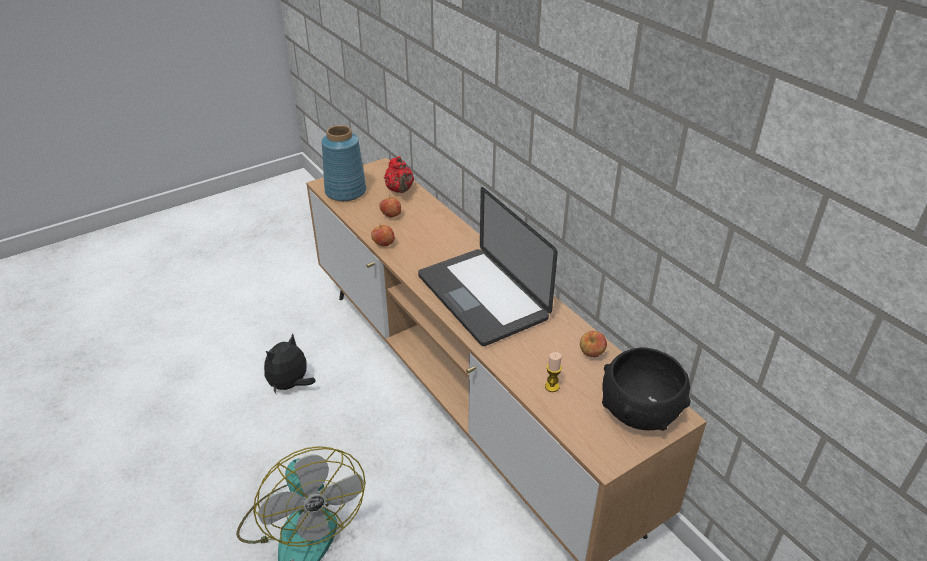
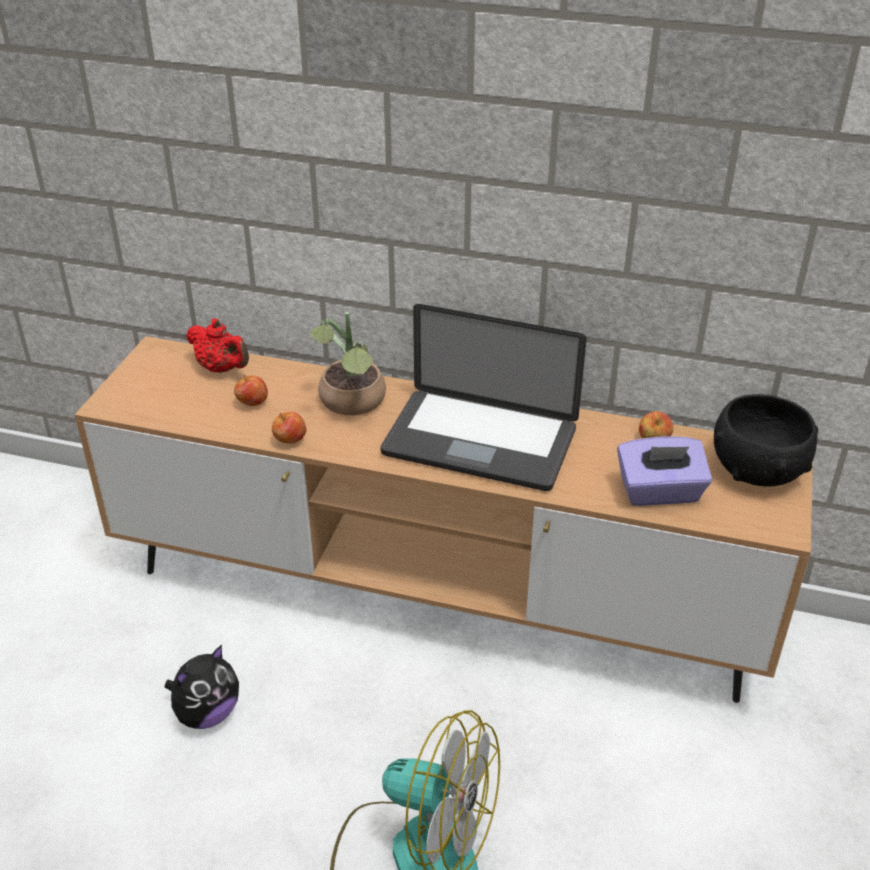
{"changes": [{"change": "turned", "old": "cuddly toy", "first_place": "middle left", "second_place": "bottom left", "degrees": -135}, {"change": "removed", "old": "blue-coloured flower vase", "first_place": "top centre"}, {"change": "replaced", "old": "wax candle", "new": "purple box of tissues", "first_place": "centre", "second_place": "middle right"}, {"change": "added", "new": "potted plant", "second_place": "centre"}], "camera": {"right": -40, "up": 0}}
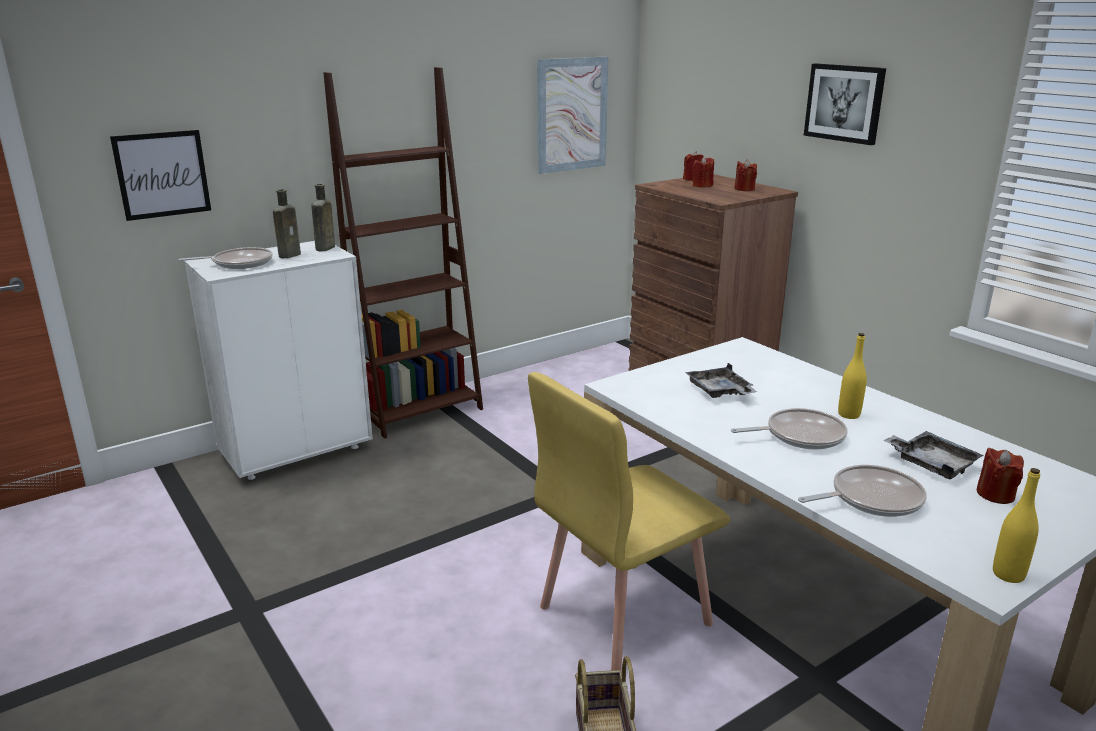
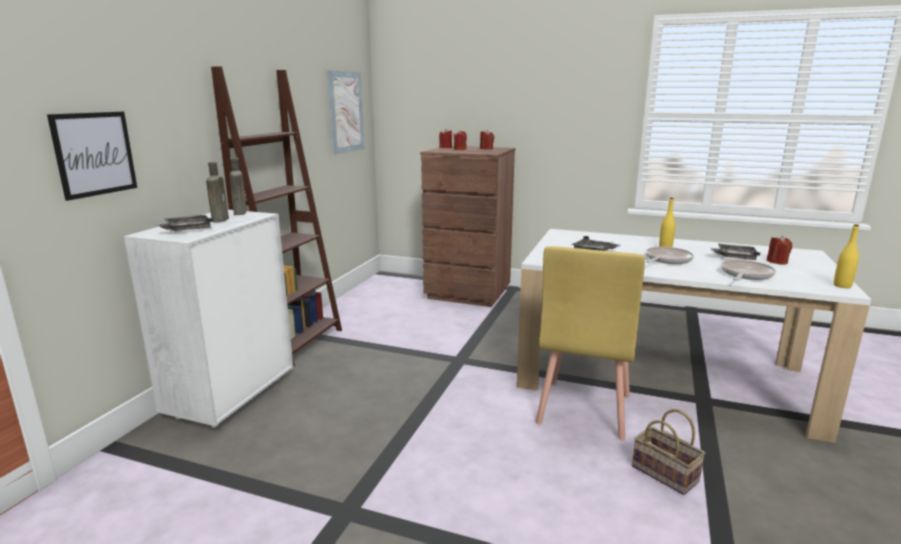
{"changes": [{"change": "replaced", "old": "pan (1st from left)", "new": "greyish serving tray (1st from left)", "first_place": "middle left", "second_place": "middle left"}, {"change": "removed", "old": "picture (3rd from left)", "first_place": "top right"}], "camera": {"right": -35, "up": -5}}
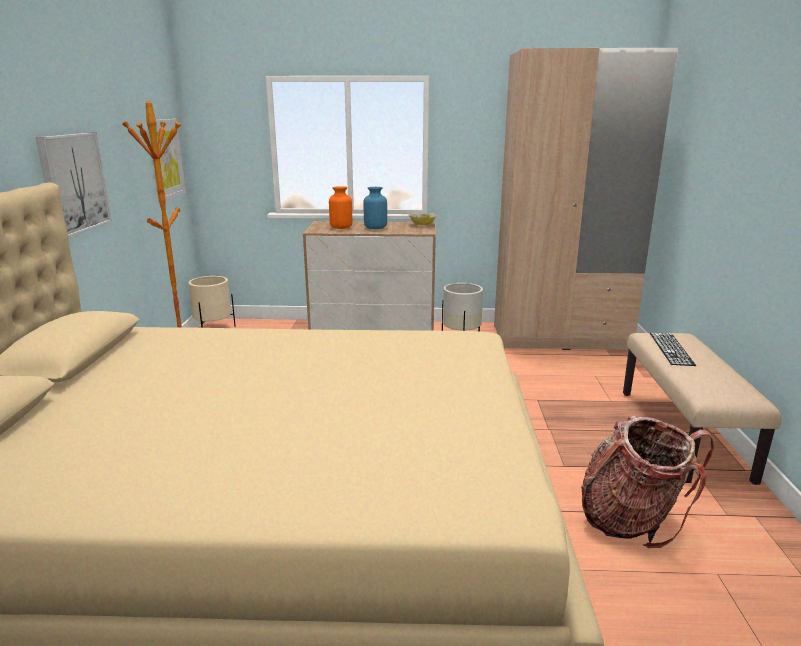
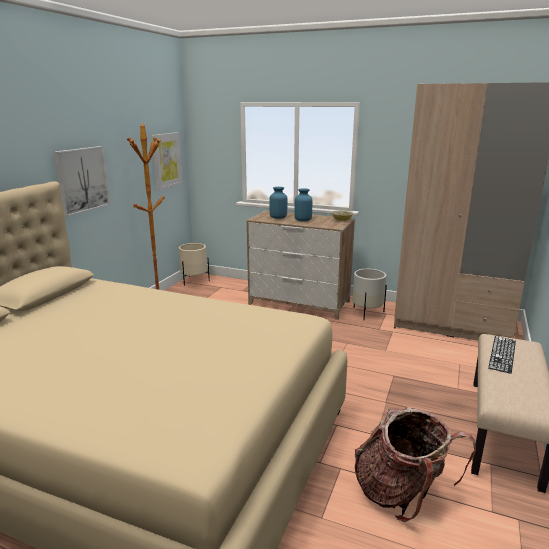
{"changes": [{"change": "recoloured", "old": "orangey flower vase", "new": "blue-coloured flower vase (1st from left)", "first_place": "top centre", "second_place": "centre"}], "camera": {"right": 20, "up": 0}}
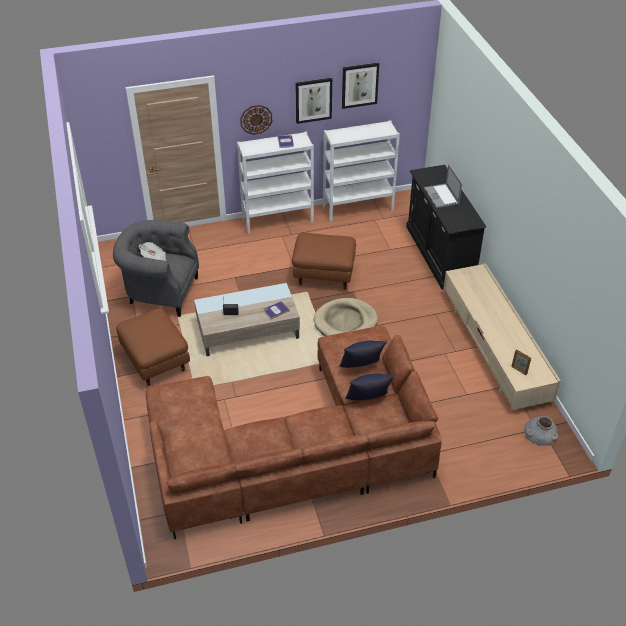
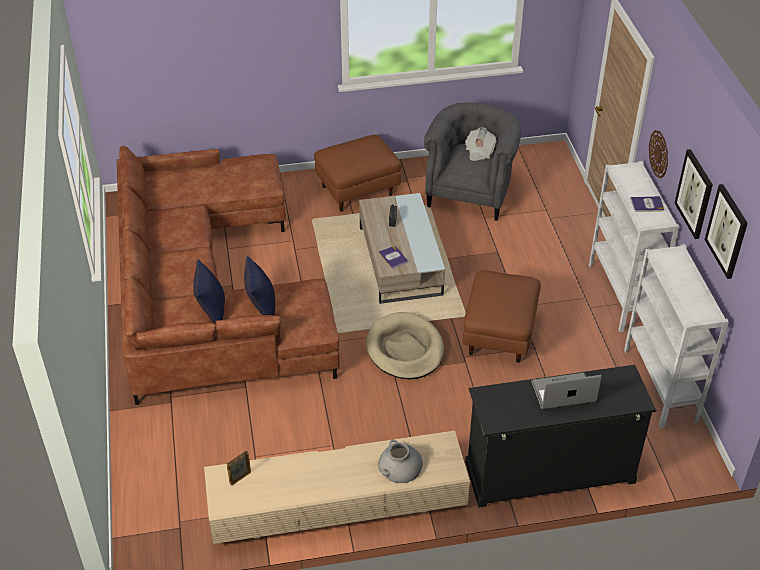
{"changes": [{"change": "moved", "old": "greyish flower vase", "first_place": "bottom right", "second_place": "bottom centre"}], "camera": {"right": 95, "up": 0}}
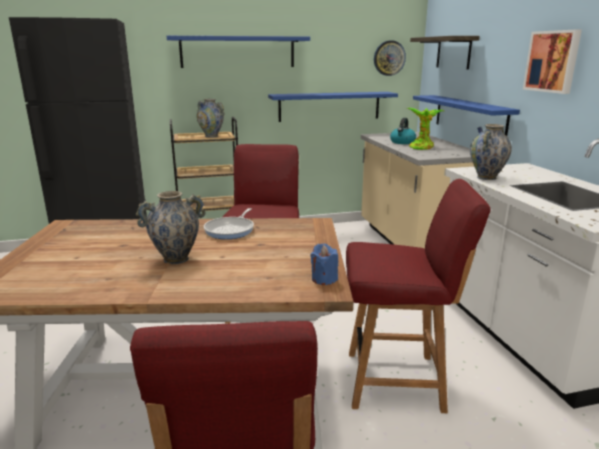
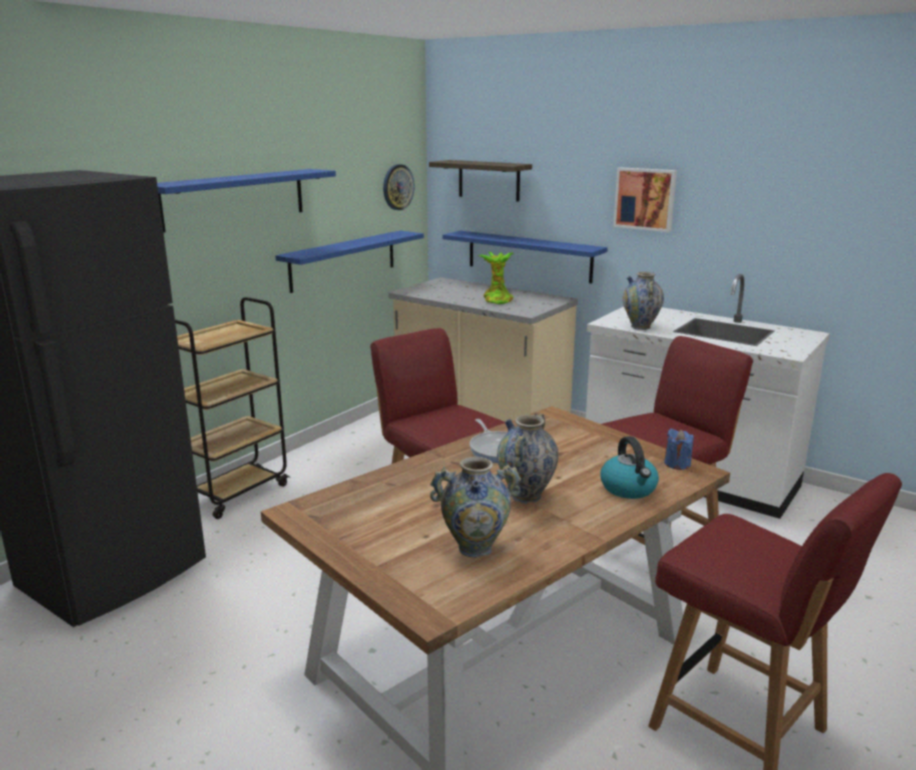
{"changes": [{"change": "moved", "old": "flower vase (2nd from left in the first image)", "new": "flower vase (1st from left)", "first_place": "top centre", "second_place": "centre"}, {"change": "moved", "old": "water kettle", "first_place": "top right", "second_place": "middle right"}], "camera": {"right": -40, "up": 0}}
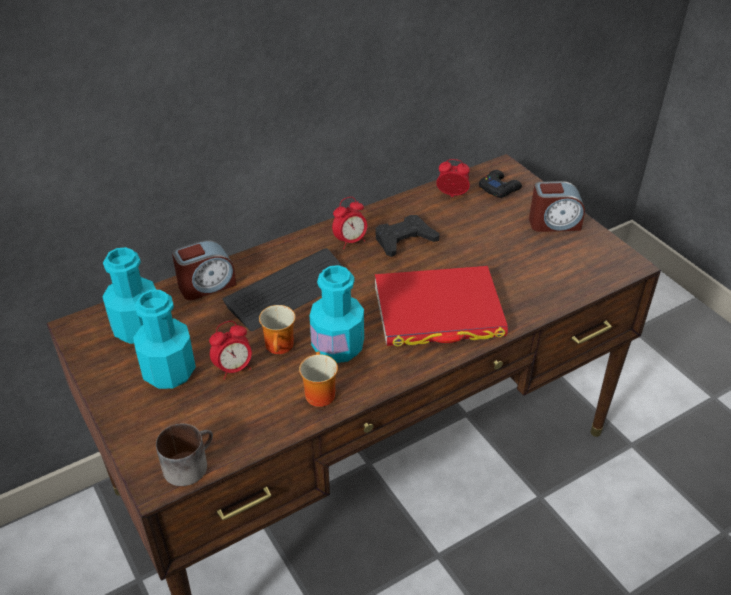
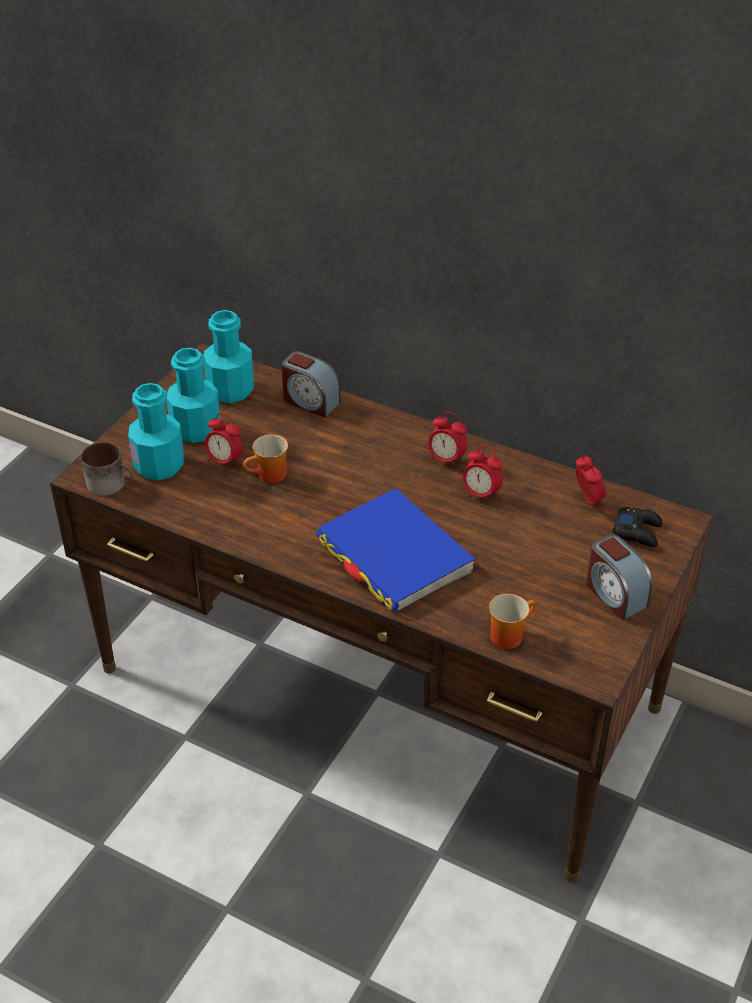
{"changes": [{"change": "removed", "old": "PC keyboard", "first_place": "centre"}, {"change": "moved", "old": "coffee mug (3rd from left)", "first_place": "centre", "second_place": "middle right"}, {"change": "moved", "old": "blue-green beverage bottle (3rd from left in the first image)", "new": "blue-green beverage bottle (1st from left)", "first_place": "centre", "second_place": "middle left"}, {"change": "recoloured", "old": "red-coloured bound book", "new": "blue-coloured bound book", "first_place": "centre", "second_place": "centre"}, {"change": "replaced", "old": "black gamepad (1st from left)", "new": "table clock (4th from left)", "first_place": "centre", "second_place": "centre"}], "camera": {"right": 60, "up": 0}}
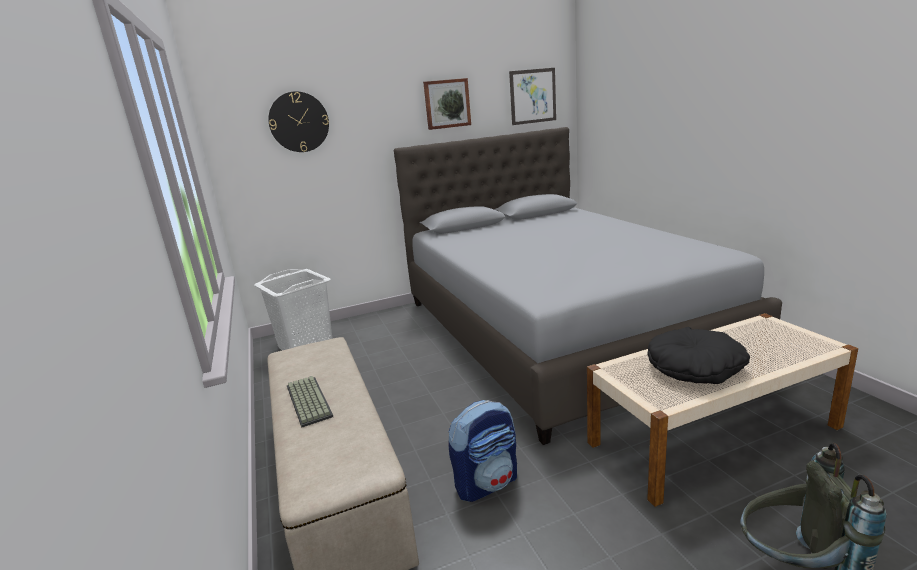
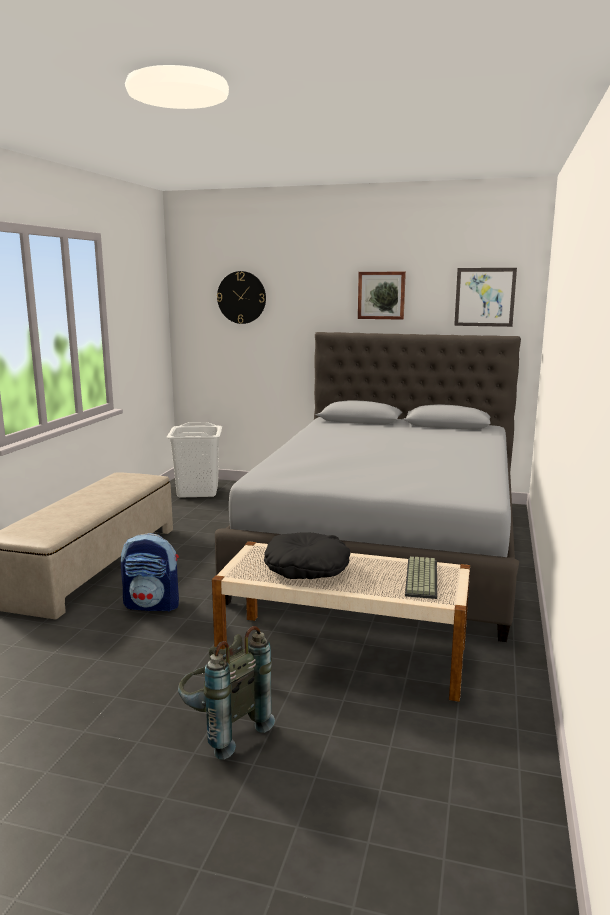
{"changes": [{"change": "moved", "old": "PC keyboard", "first_place": "bottom centre", "second_place": "middle right"}], "camera": {"right": 35, "up": -5}}
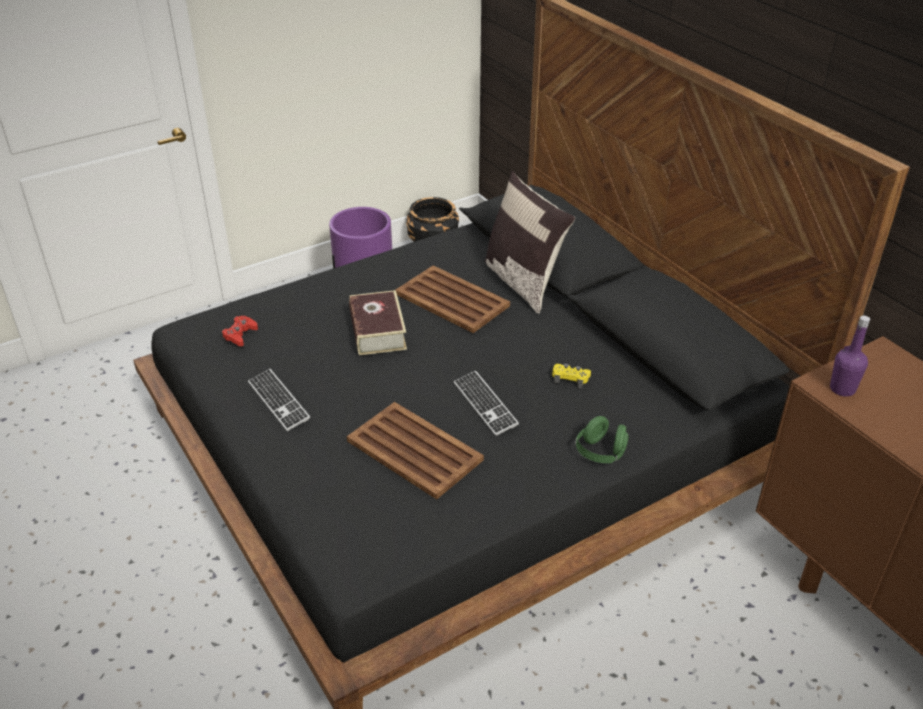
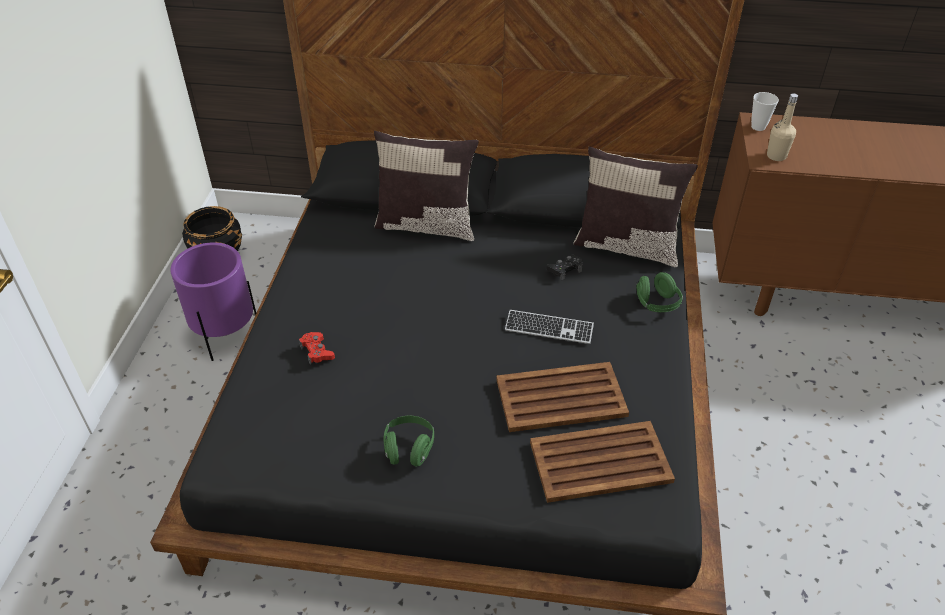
{"changes": [{"change": "moved", "old": "red-coloured gamepad", "first_place": "middle left", "second_place": "centre"}, {"change": "replaced", "old": "PC keyboard (1st from left)", "new": "greenish pair of headphones (1st from left)", "first_place": "middle left", "second_place": "bottom centre"}, {"change": "removed", "old": "bound book", "first_place": "centre"}, {"change": "moved", "old": "brown-coloured serving tray (2nd from left)", "first_place": "centre", "second_place": "bottom centre"}, {"change": "recoloured", "old": "yellowish gamepad", "new": "black gamepad", "first_place": "centre", "second_place": "centre"}, {"change": "recoloured", "old": "purple beverage bottle", "new": "sand-coloured beverage bottle", "first_place": "middle right", "second_place": "top right"}, {"change": "added", "new": "throw pillow (2nd from left)", "second_place": "middle right"}, {"change": "added", "new": "cup", "second_place": "top right"}], "camera": {"right": -50, "up": 5}}
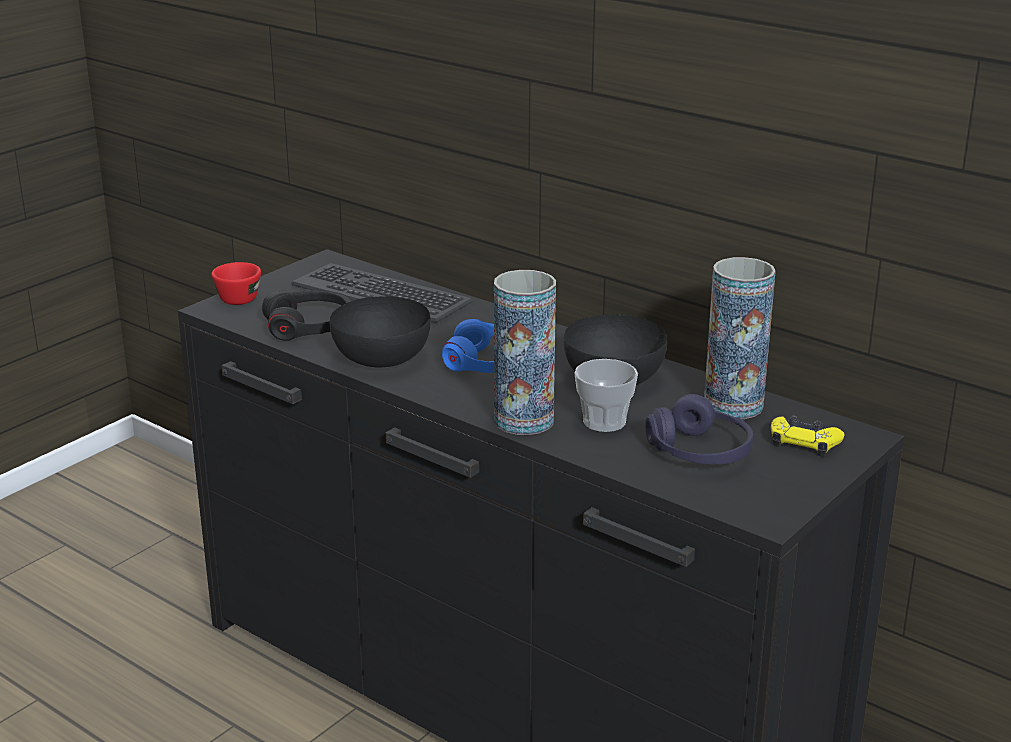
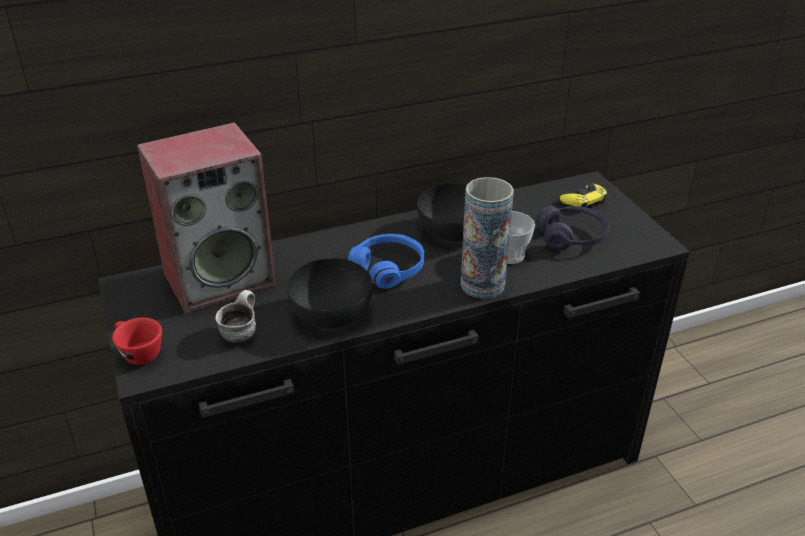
{"changes": [{"change": "replaced", "old": "black pair of headphones", "new": "coffee mug", "first_place": "middle left", "second_place": "middle left"}, {"change": "replaced", "old": "PC keyboard", "new": "loudspeaker", "first_place": "centre", "second_place": "middle left"}, {"change": "removed", "old": "flower vase (2nd from left)", "first_place": "middle right"}], "camera": {"right": -60, "up": 10}}
